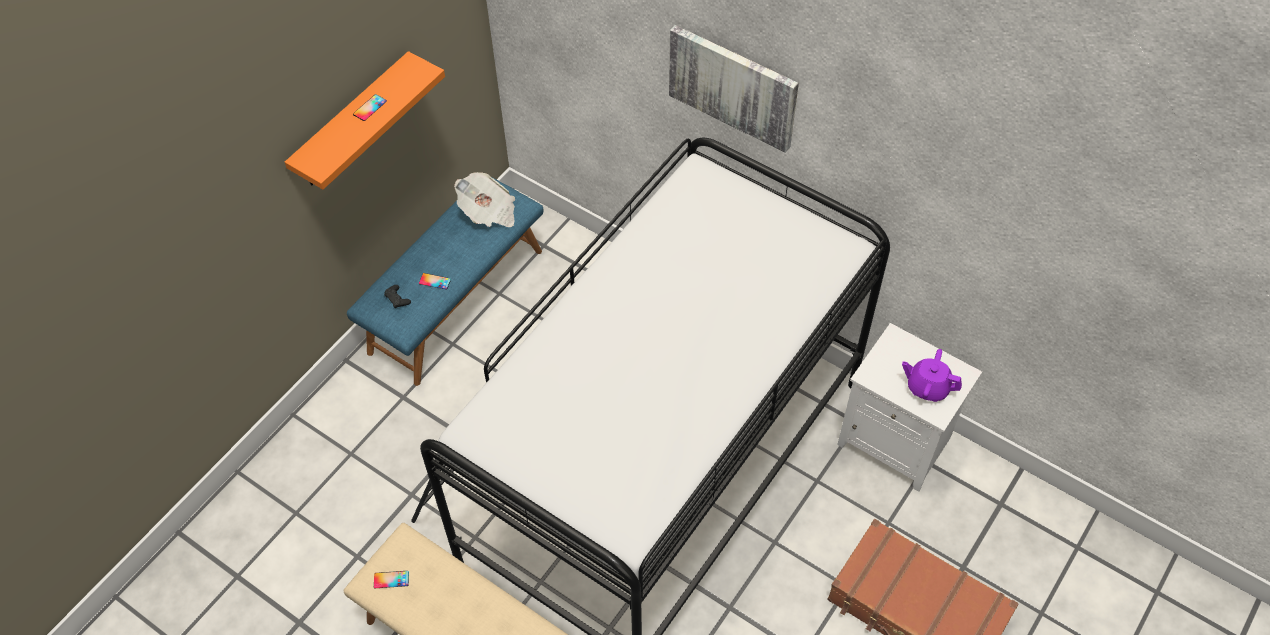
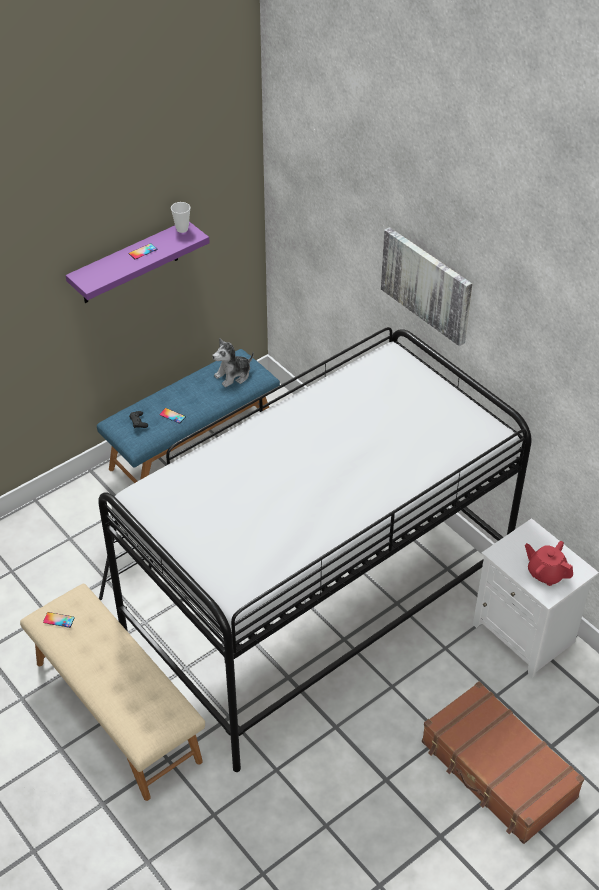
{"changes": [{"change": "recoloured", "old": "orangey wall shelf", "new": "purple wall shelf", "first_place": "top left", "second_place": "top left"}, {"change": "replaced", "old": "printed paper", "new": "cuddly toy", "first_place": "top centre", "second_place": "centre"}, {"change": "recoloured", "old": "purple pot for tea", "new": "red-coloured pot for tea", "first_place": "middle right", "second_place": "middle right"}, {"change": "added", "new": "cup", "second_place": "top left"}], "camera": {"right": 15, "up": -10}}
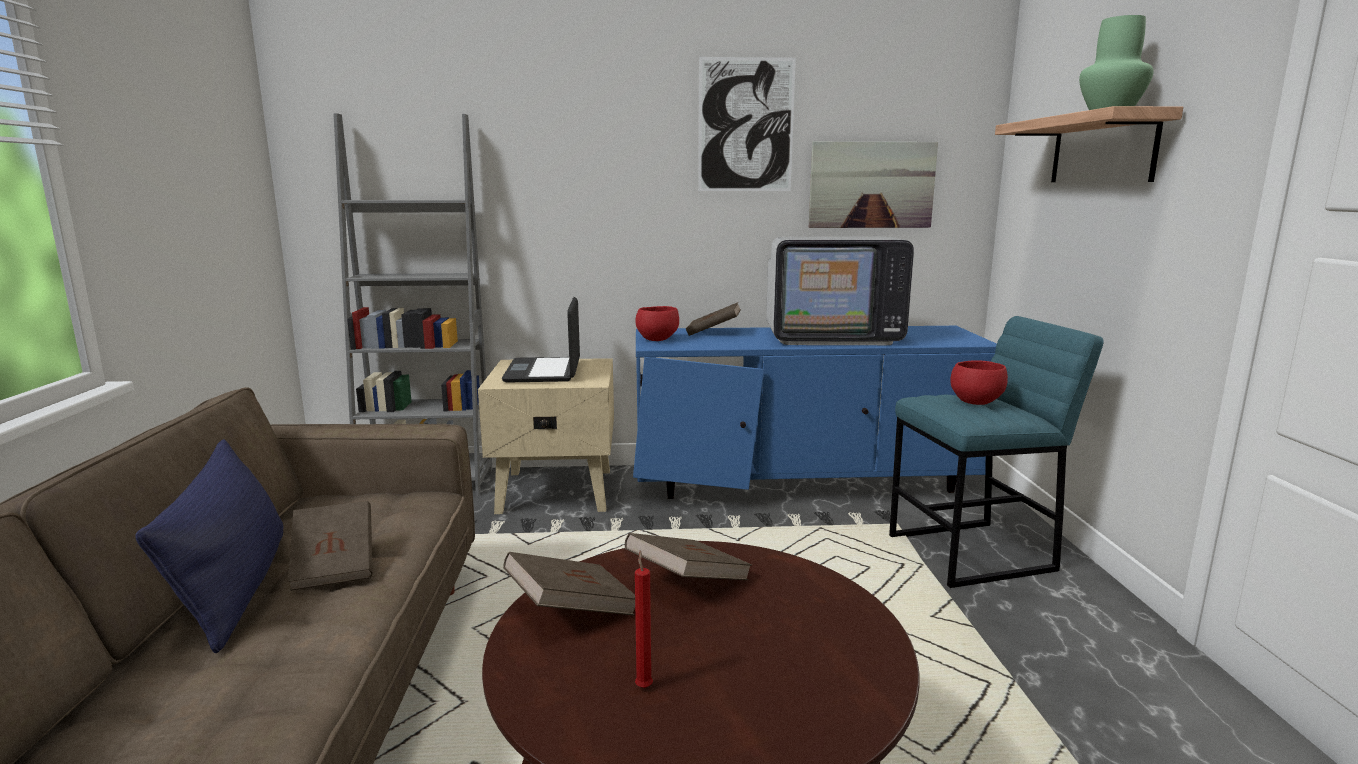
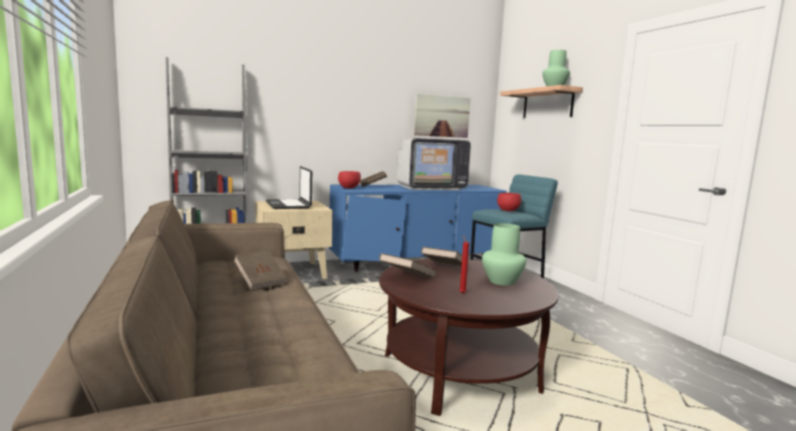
{"changes": [{"change": "removed", "old": "blue-coloured throw pillow", "first_place": "bottom left"}, {"change": "removed", "old": "picture (1st from left)", "first_place": "top centre"}, {"change": "added", "new": "greenish flower vase (1st from left)", "second_place": "centre"}], "camera": {"right": -20, "up": -5}}
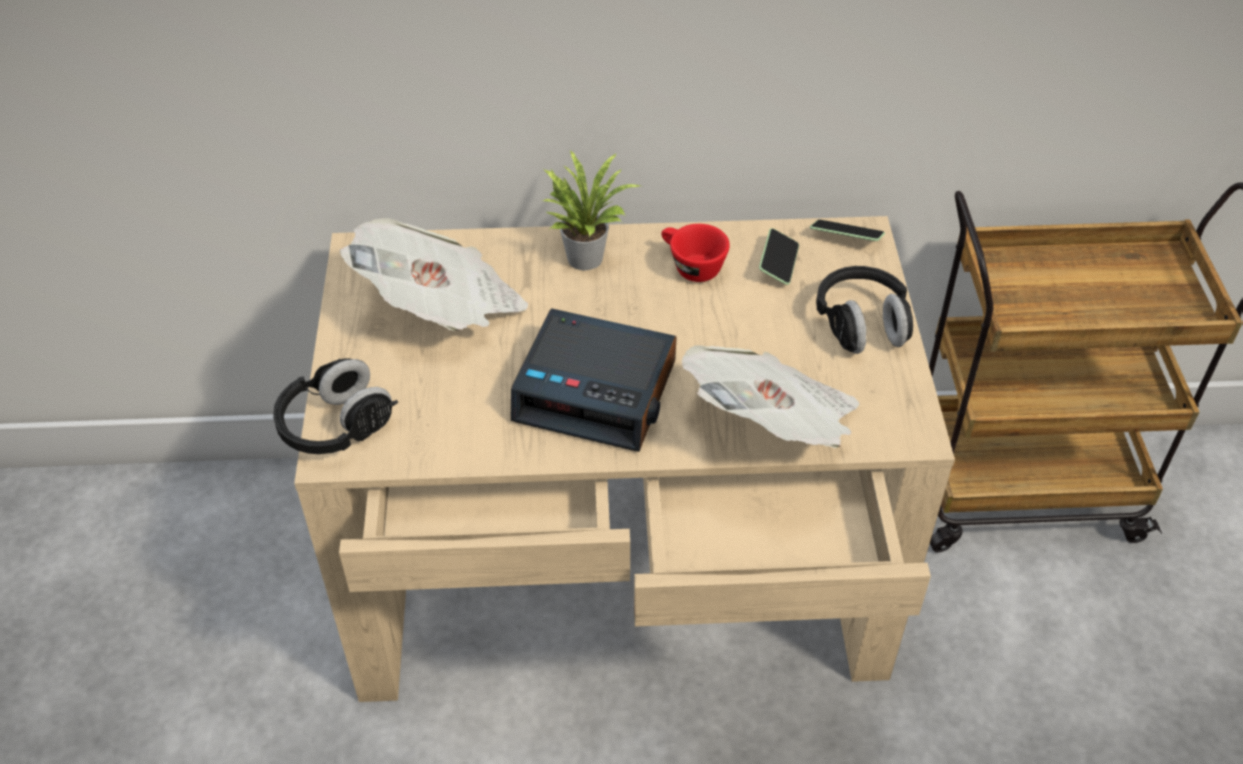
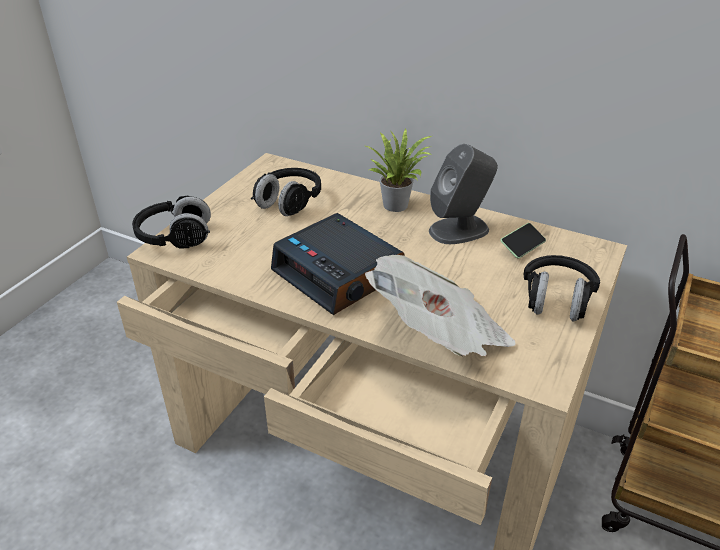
{"changes": [{"change": "replaced", "old": "printed paper (1st from left)", "new": "black pair of headphones (2nd from left)", "first_place": "centre", "second_place": "centre"}, {"change": "replaced", "old": "red-coloured cup", "new": "greyish loudspeaker", "first_place": "top centre", "second_place": "centre"}, {"change": "removed", "old": "handset (2nd from left)", "first_place": "top right"}], "camera": {"right": 30, "up": -10}}
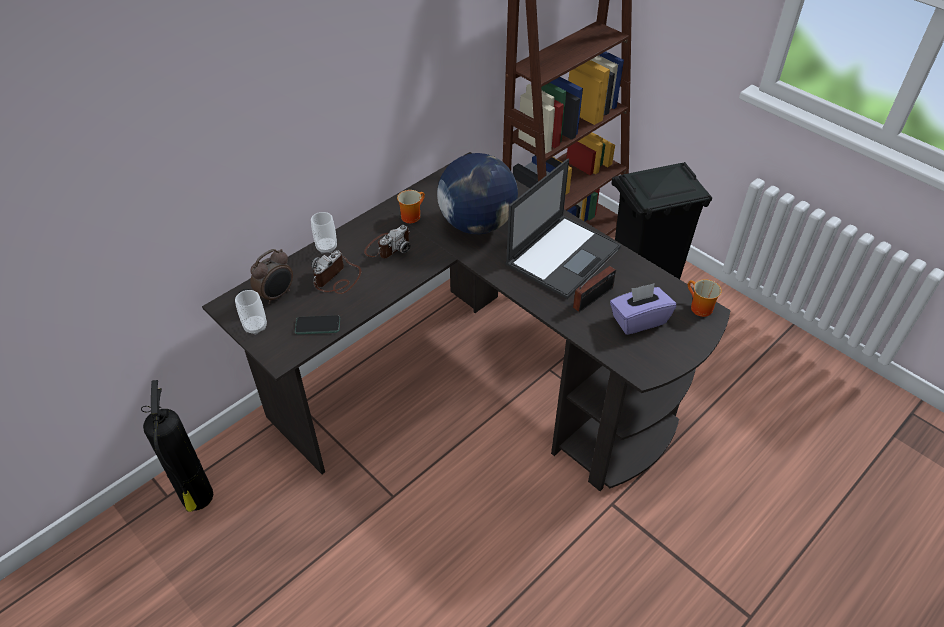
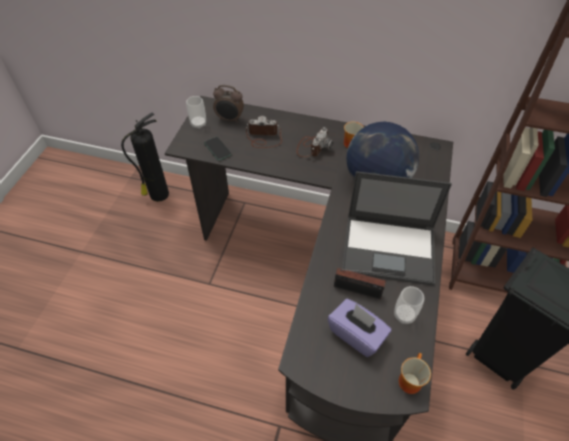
{"changes": [{"change": "moved", "old": "cup (2nd from left)", "first_place": "centre", "second_place": "bottom right"}, {"change": "turned", "old": "still camera (2nd from left)", "first_place": "centre", "second_place": "top centre", "degrees": -75}], "camera": {"right": 60, "up": 5}}
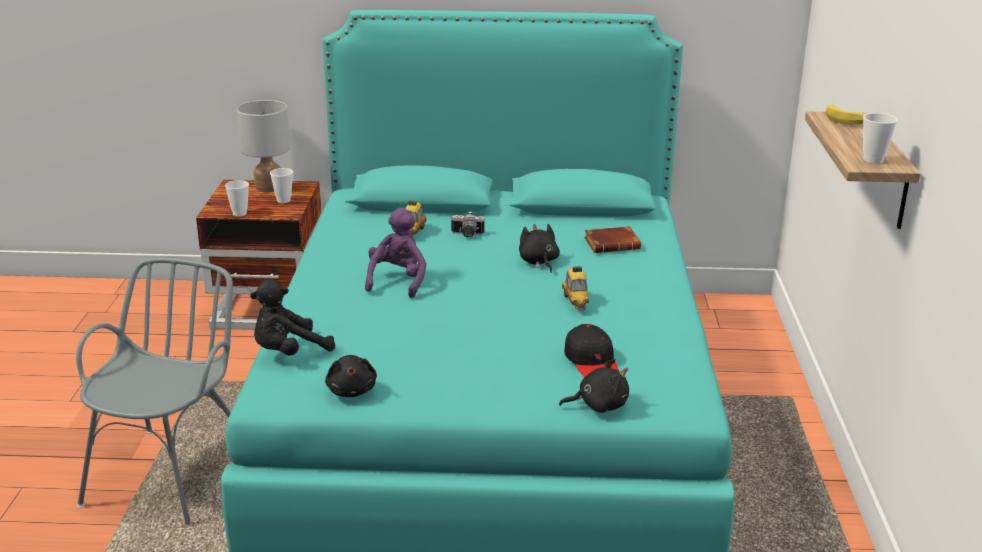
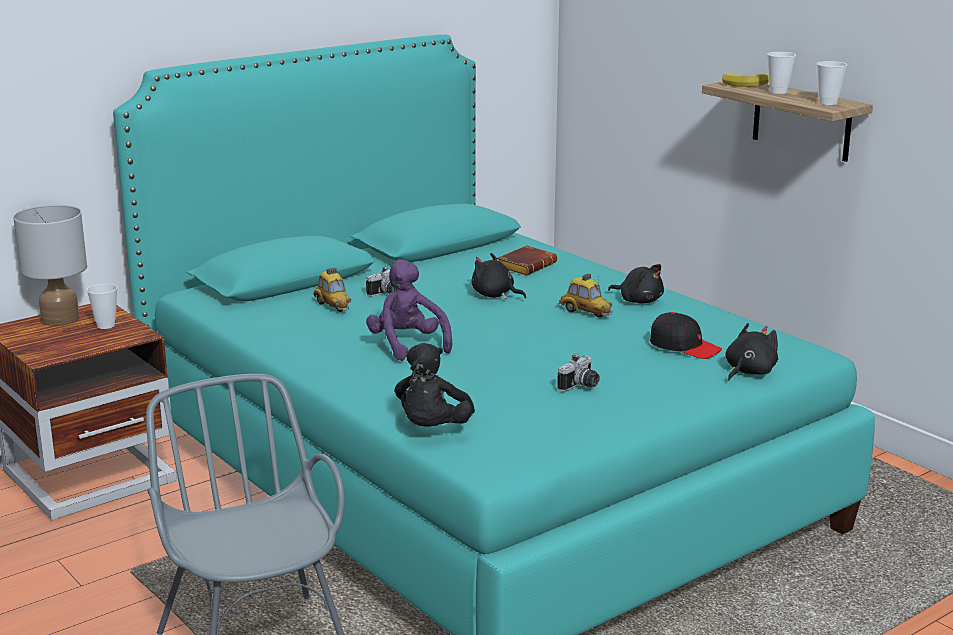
{"changes": [{"change": "moved", "old": "cup (1st from left in the first image)", "new": "cup (2nd from left)", "first_place": "middle left", "second_place": "top right"}, {"change": "moved", "old": "black cuddly toy (2nd from left in the first image)", "new": "black cuddly toy (3rd from left)", "first_place": "bottom centre", "second_place": "middle right"}, {"change": "added", "new": "still camera (2nd from left)", "second_place": "centre"}], "camera": {"right": -40, "up": -5}}
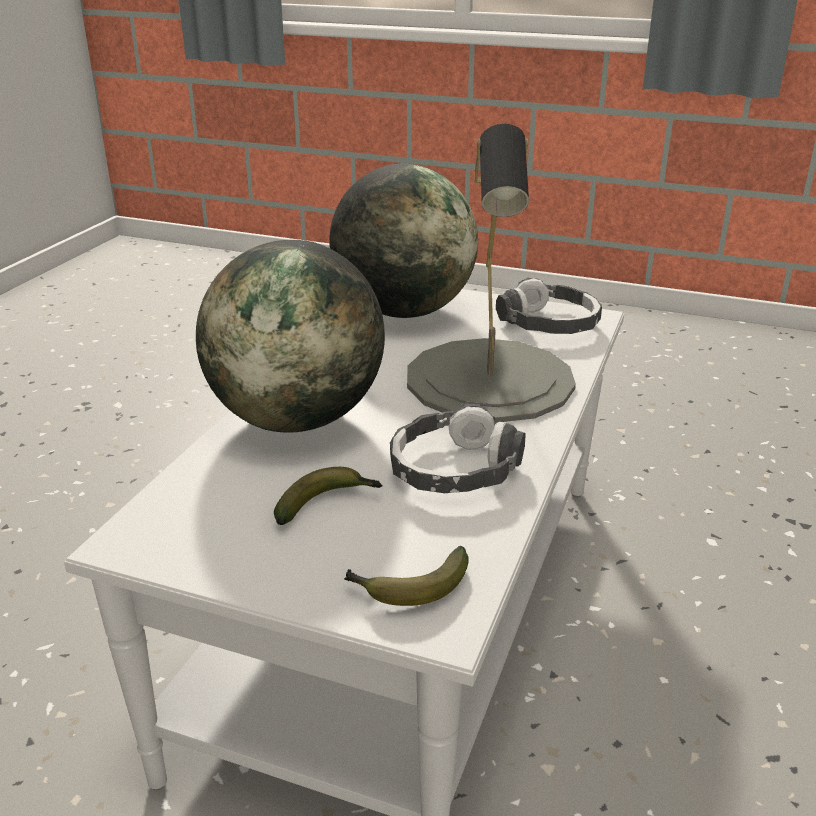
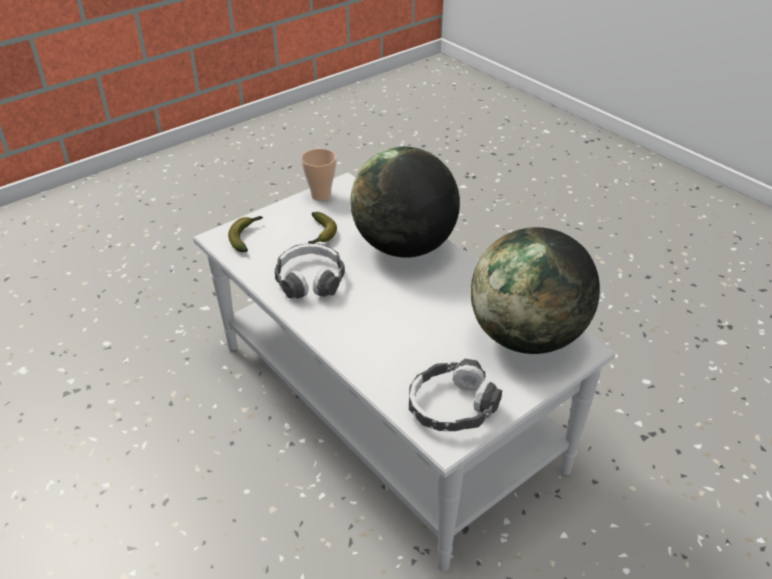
{"changes": [{"change": "removed", "old": "greyish table lamp", "first_place": "centre"}, {"change": "added", "new": "cup", "second_place": "top centre"}], "camera": {"right": 120, "up": 10}}
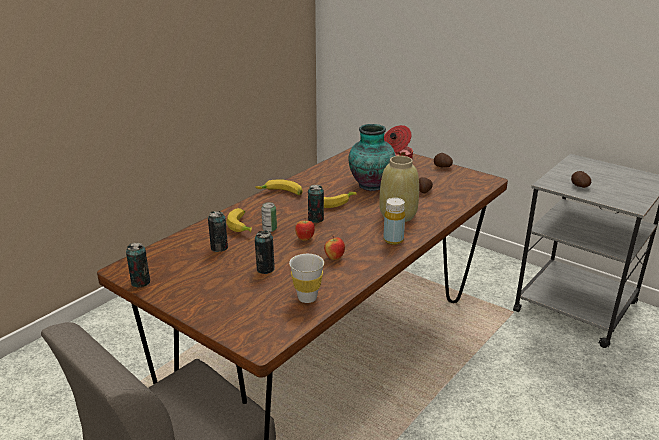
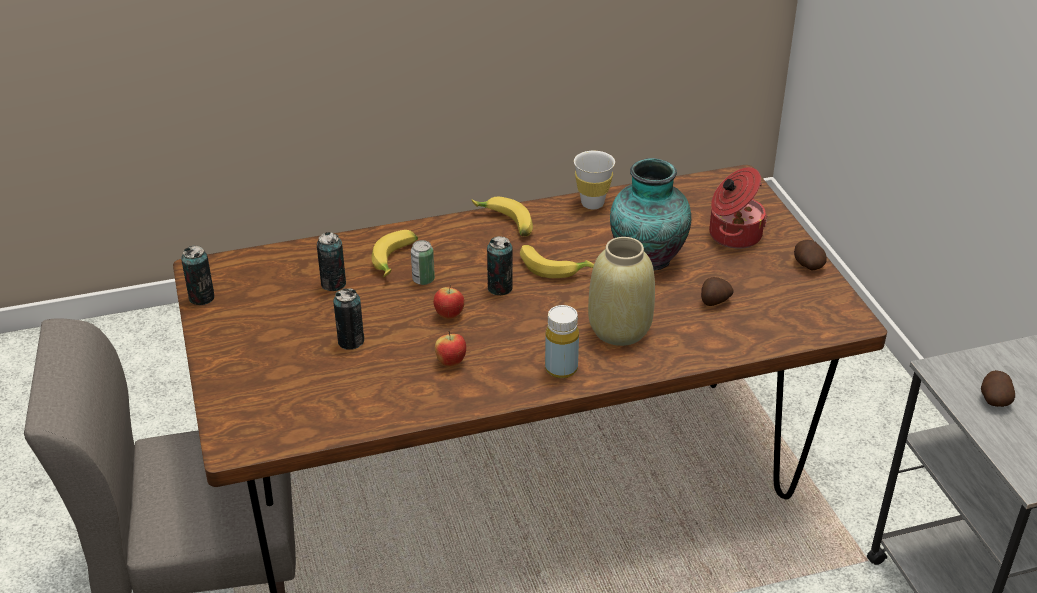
{"changes": [{"change": "moved", "old": "white cup", "first_place": "centre", "second_place": "top centre"}], "camera": {"right": 35, "up": 10}}
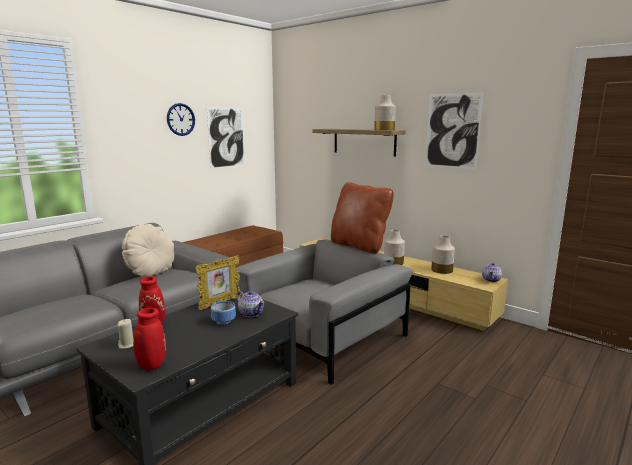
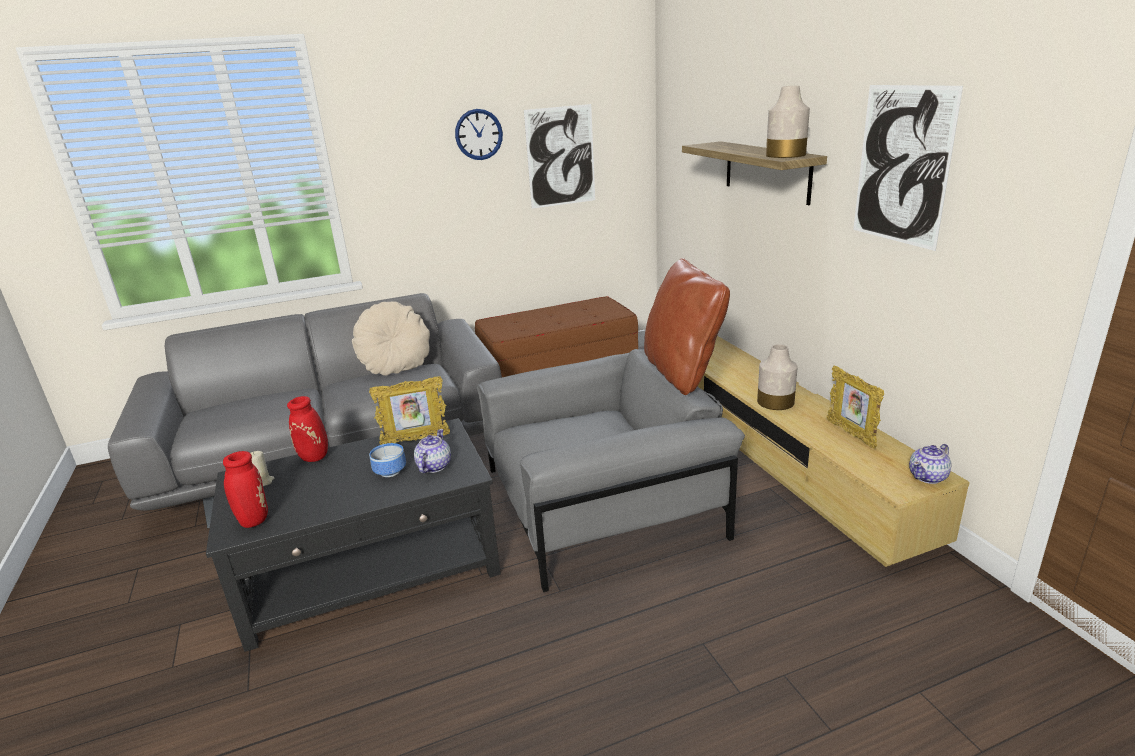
{"changes": [{"change": "turned", "old": "pot for tea (1st from left)", "first_place": "centre", "second_place": "centre", "degrees": -150}, {"change": "replaced", "old": "sand-coloured flower vase (3rd from left)", "new": "photo frame (2nd from left)", "first_place": "middle right", "second_place": "middle right"}], "camera": {"right": 30, "up": 10}}
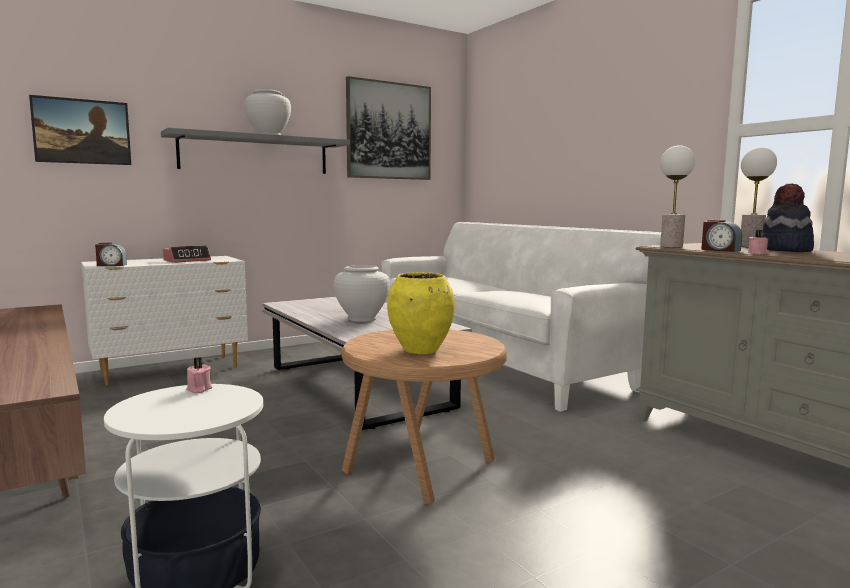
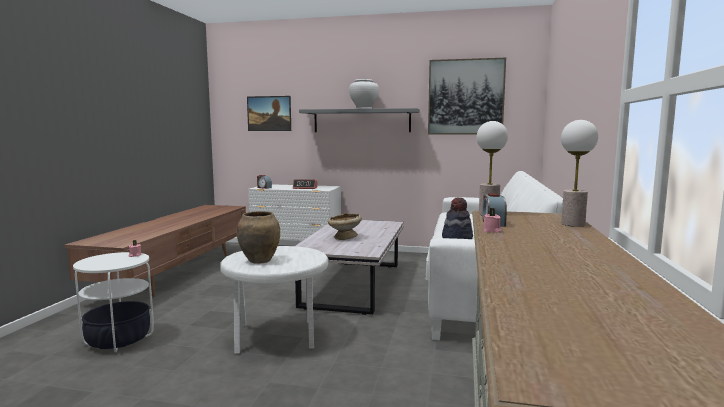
{"changes": [{"change": "replaced", "old": "white flower vase (2nd from left)", "new": "sand-coloured bowl", "first_place": "centre", "second_place": "centre"}, {"change": "recoloured", "old": "brown-coloured accent table", "new": "white accent table (2nd from left)", "first_place": "bottom centre", "second_place": "bottom centre"}, {"change": "recoloured", "old": "yellowish flower vase", "new": "brown-coloured flower vase", "first_place": "centre", "second_place": "centre"}, {"change": "moved", "old": "wearable hat", "first_place": "middle right", "second_place": "centre"}], "camera": {"right": 45, "up": 0}}
